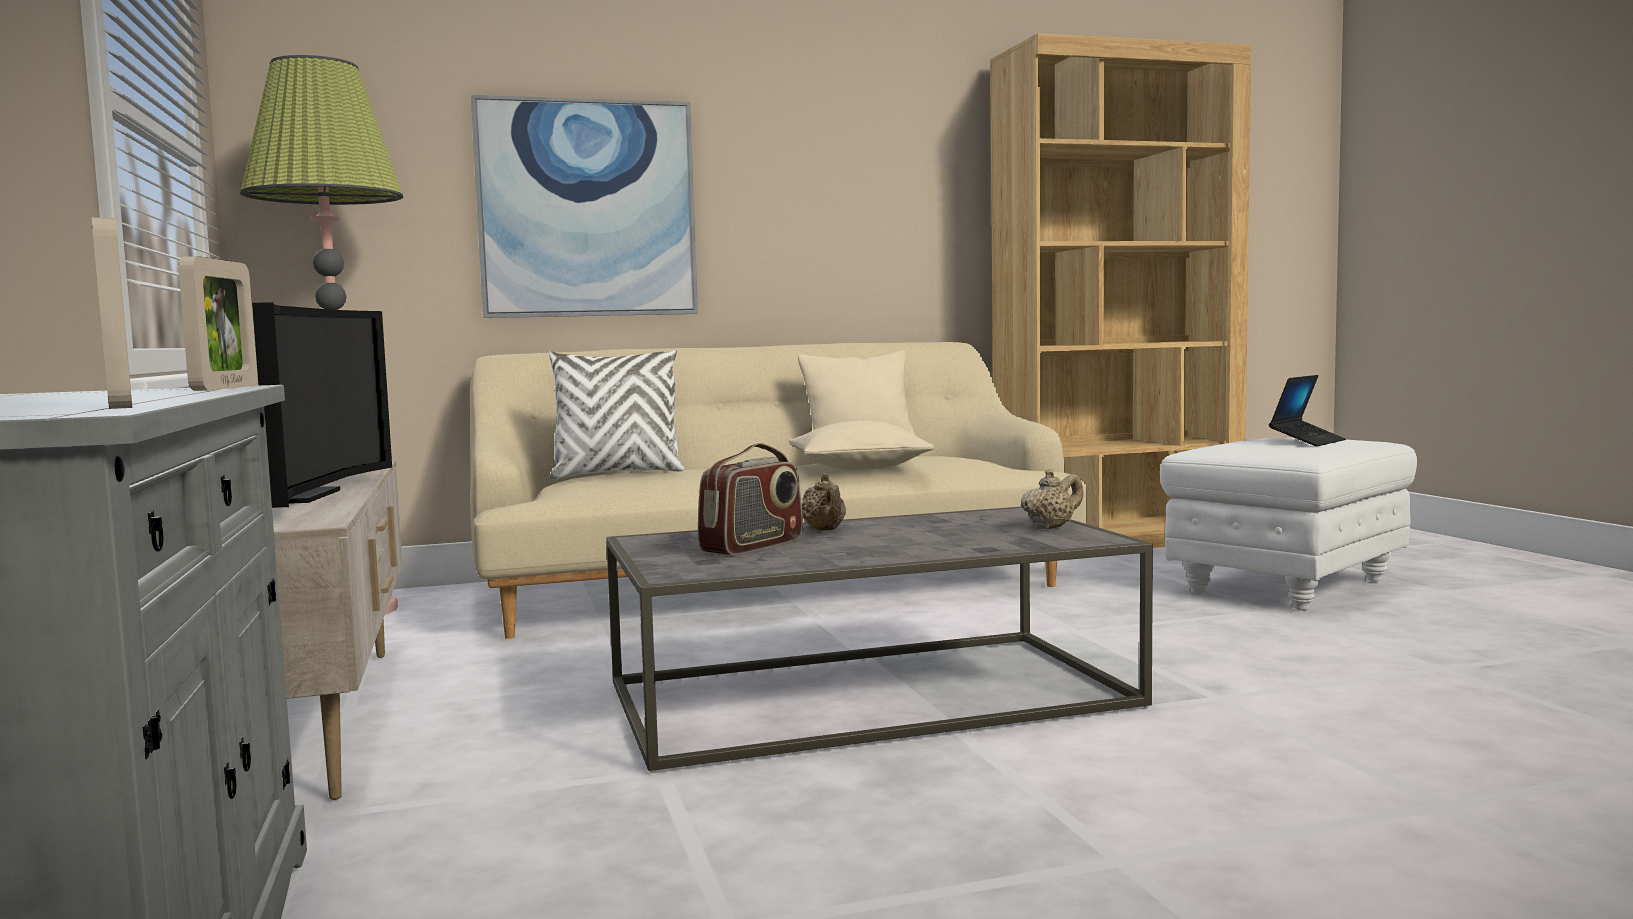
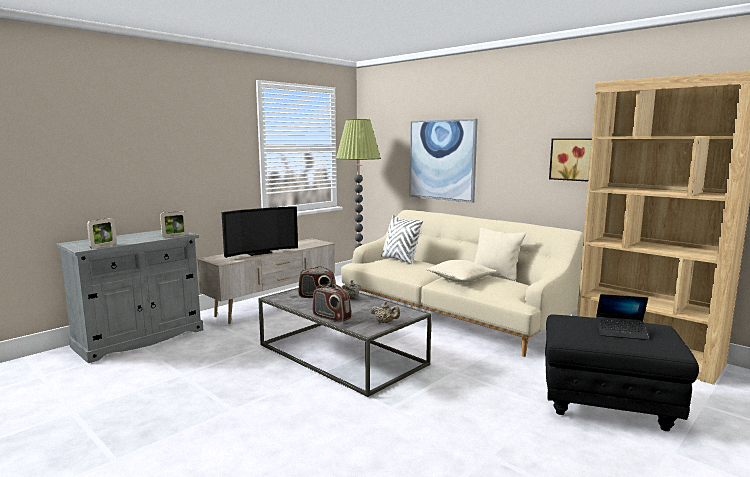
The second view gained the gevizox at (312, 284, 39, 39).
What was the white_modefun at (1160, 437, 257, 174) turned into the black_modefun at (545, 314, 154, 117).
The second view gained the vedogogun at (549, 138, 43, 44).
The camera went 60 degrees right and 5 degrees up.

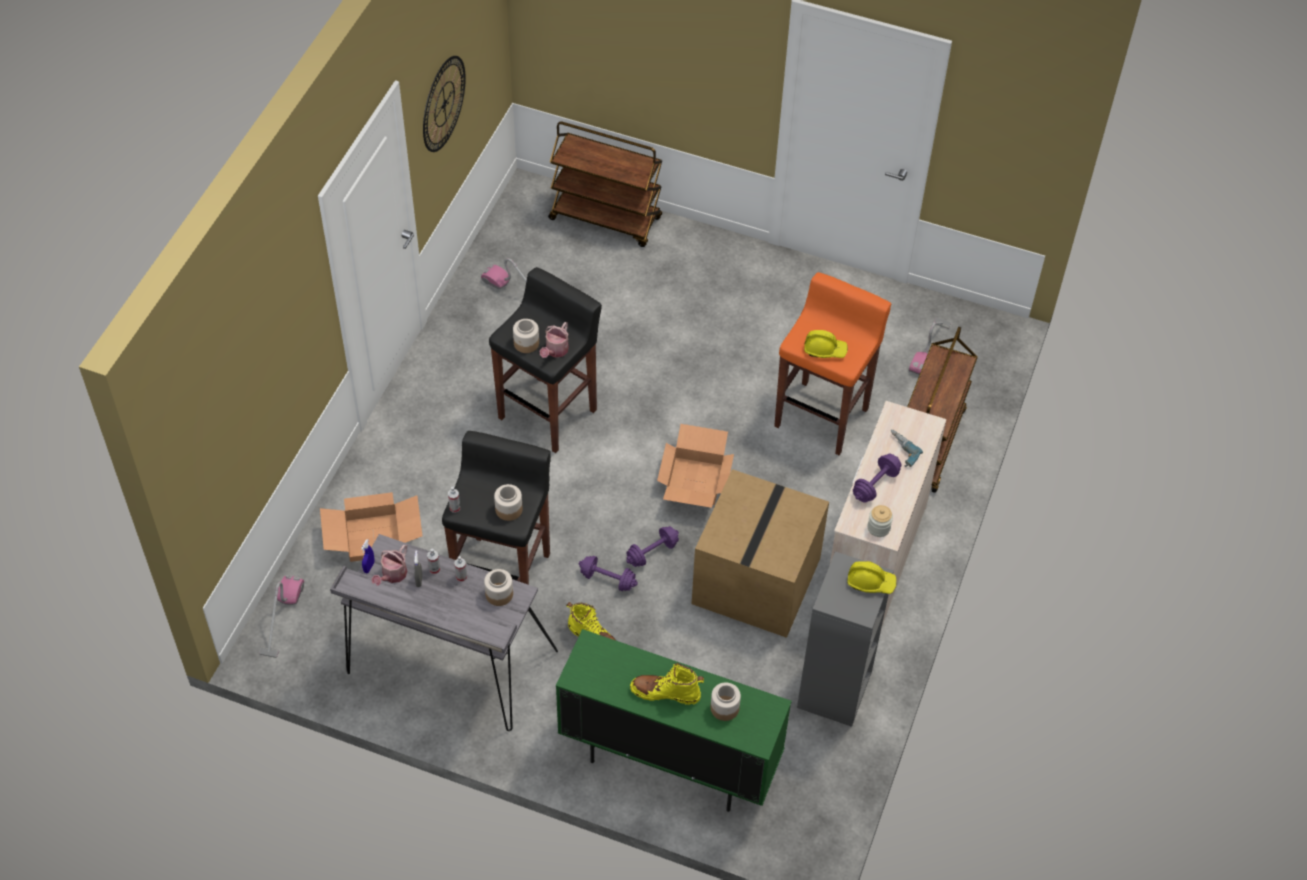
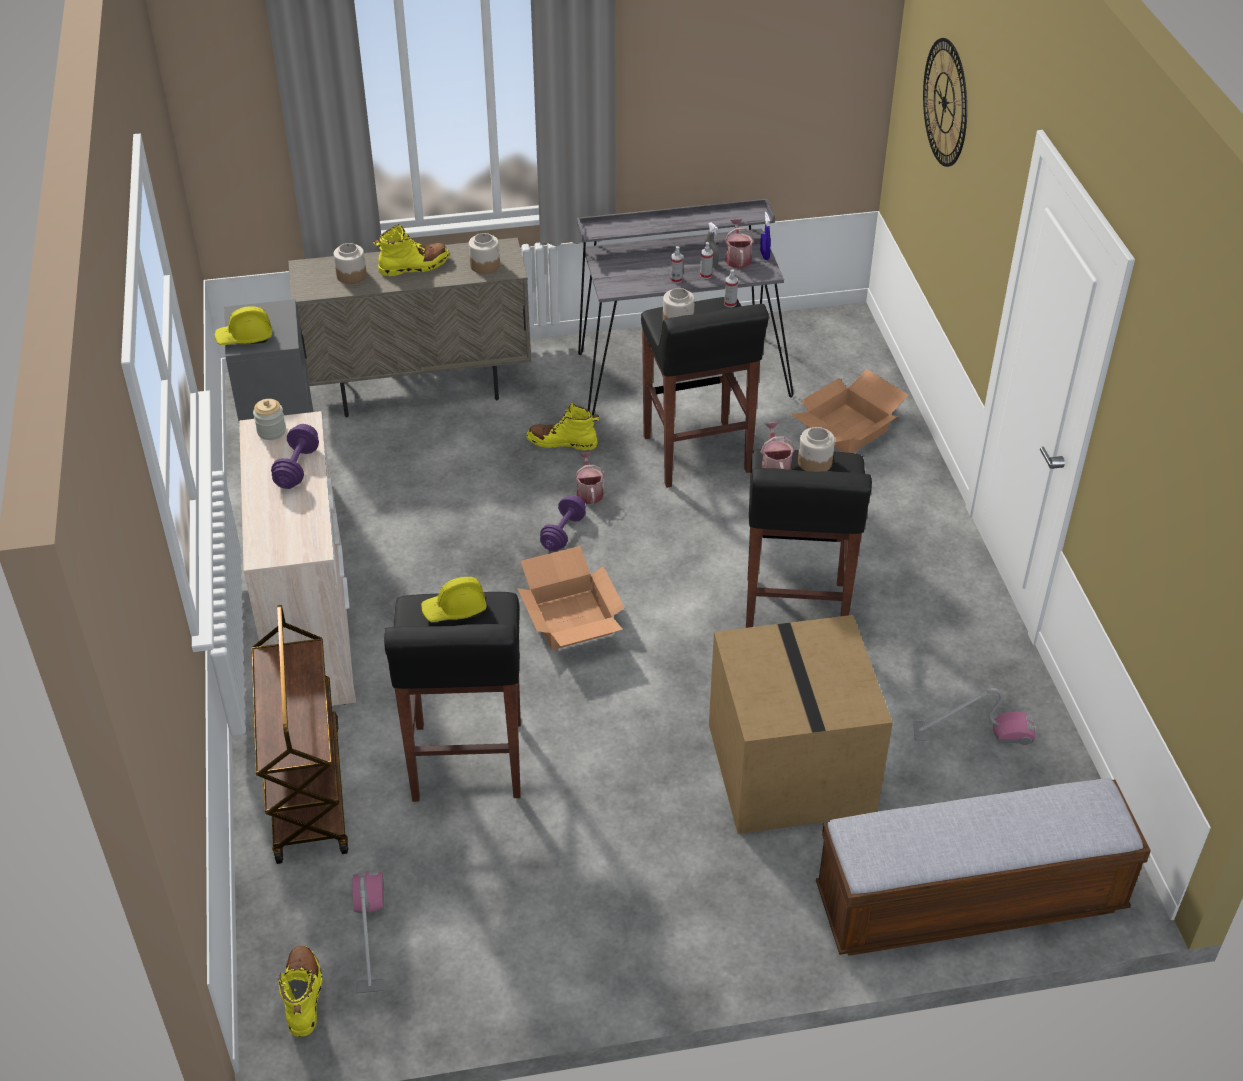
The second view gained the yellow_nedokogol at (278, 946, 45, 91).
What was the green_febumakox at (556, 629, 236, 183) turned into the beige_febumakox at (288, 238, 243, 180).
What was the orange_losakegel at (774, 272, 117, 183) turned into the black_losakegel at (384, 592, 137, 210).
The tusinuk ended up elsewhere, having gone from (484, 569, 29, 37) to (469, 233, 31, 41).
Where the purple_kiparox stood at (579, 556, 59, 35), the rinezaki came to stand at (575, 452, 30, 52).
The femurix ended up elsewhere, having gone from (692, 469, 137, 169) to (709, 615, 184, 219).
Where the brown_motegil stood at (548, 121, 114, 126), the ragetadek came to stand at (816, 778, 335, 178).
The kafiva ended up elsewhere, having gone from (423, 56, 43, 96) to (923, 38, 44, 129).
The second view lost the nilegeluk at (259, 575, 45, 83).
The second view lost the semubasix at (891, 430, 32, 37).
The camera went 150 degrees right and 10 degrees down.

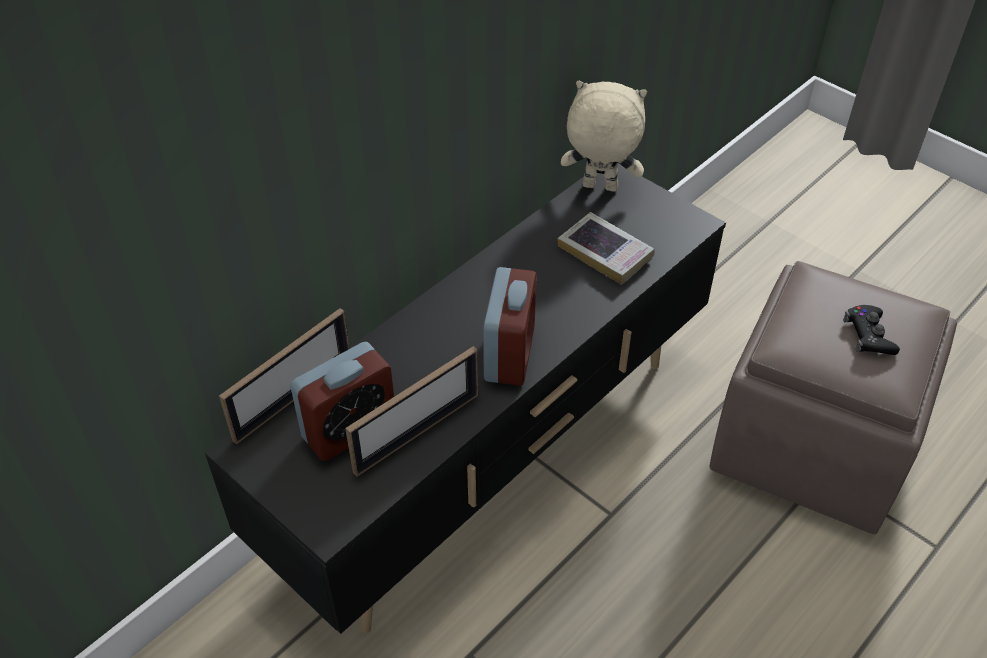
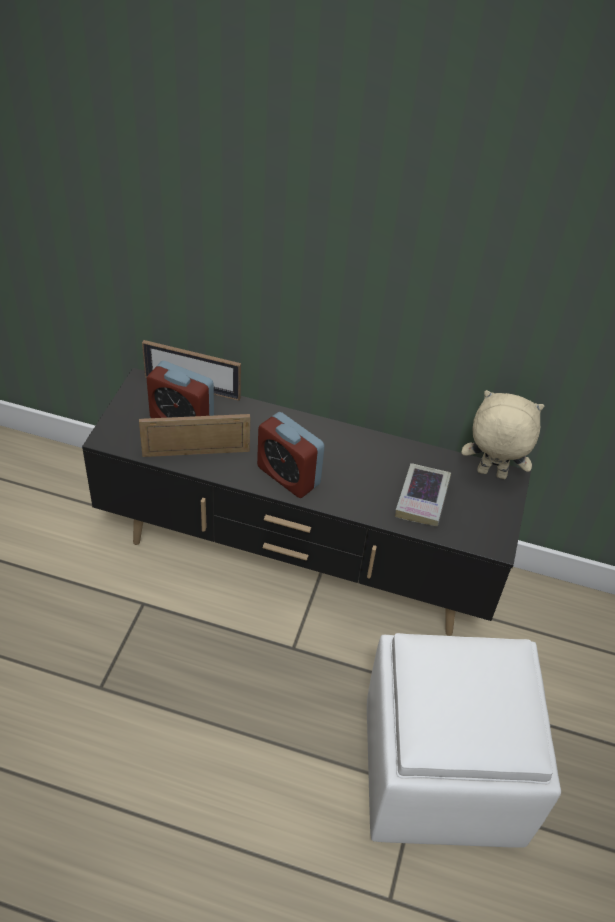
The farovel at (345, 346, 133, 131) ended up facing another way, 150 degrees clockwise from before.
The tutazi at (483, 267, 54, 119) ended up facing another way, 60 degrees clockwise from before.
What was the brown_modefun at (709, 261, 248, 273) turned into the white_modefun at (367, 633, 194, 215).
The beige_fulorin at (561, 81, 86, 111) ended up facing another way, 60 degrees counterclockwise from before.
The second view lost the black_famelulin at (843, 305, 57, 50).
The camera went 60 degrees right and 0 degrees up.

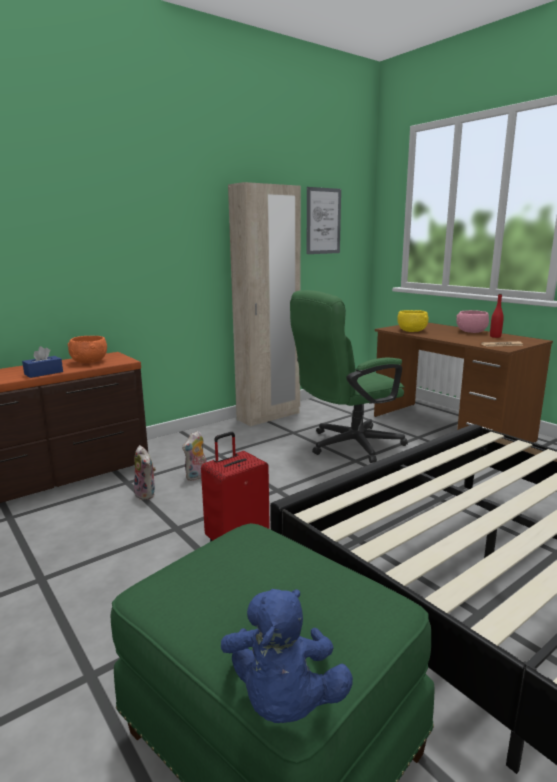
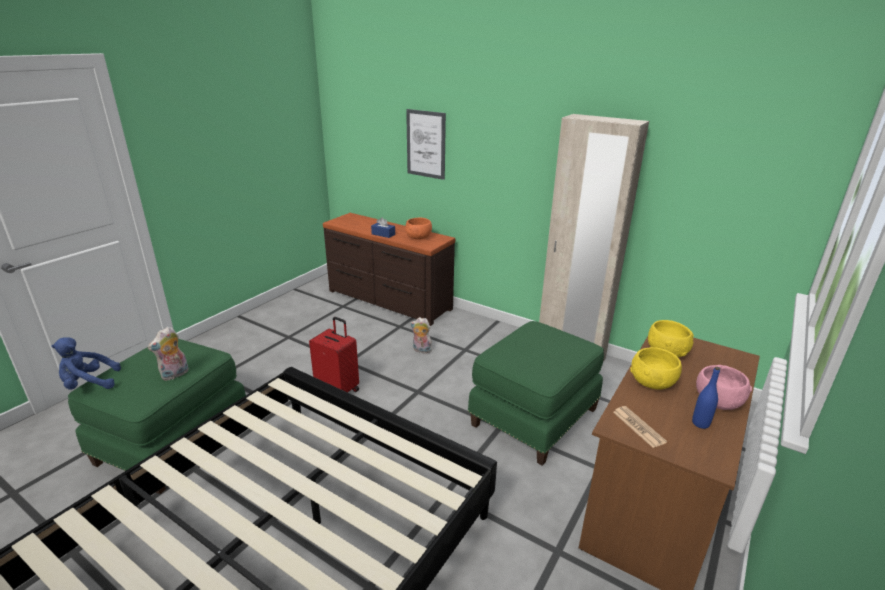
The fulorin ended up elsewhere, having gone from (134, 445, 22, 55) to (147, 327, 42, 54).
The vedogogun ended up elsewhere, having gone from (306, 187, 35, 67) to (406, 109, 40, 71).
Where the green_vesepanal stood at (290, 290, 118, 173), the green_modefun came to stand at (468, 321, 136, 145).
The second view gained the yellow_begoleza at (630, 347, 52, 43).
What was the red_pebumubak at (490, 294, 14, 44) turned into the blue_pebumubak at (692, 367, 28, 62).
The camera went 70 degrees right and 10 degrees up.

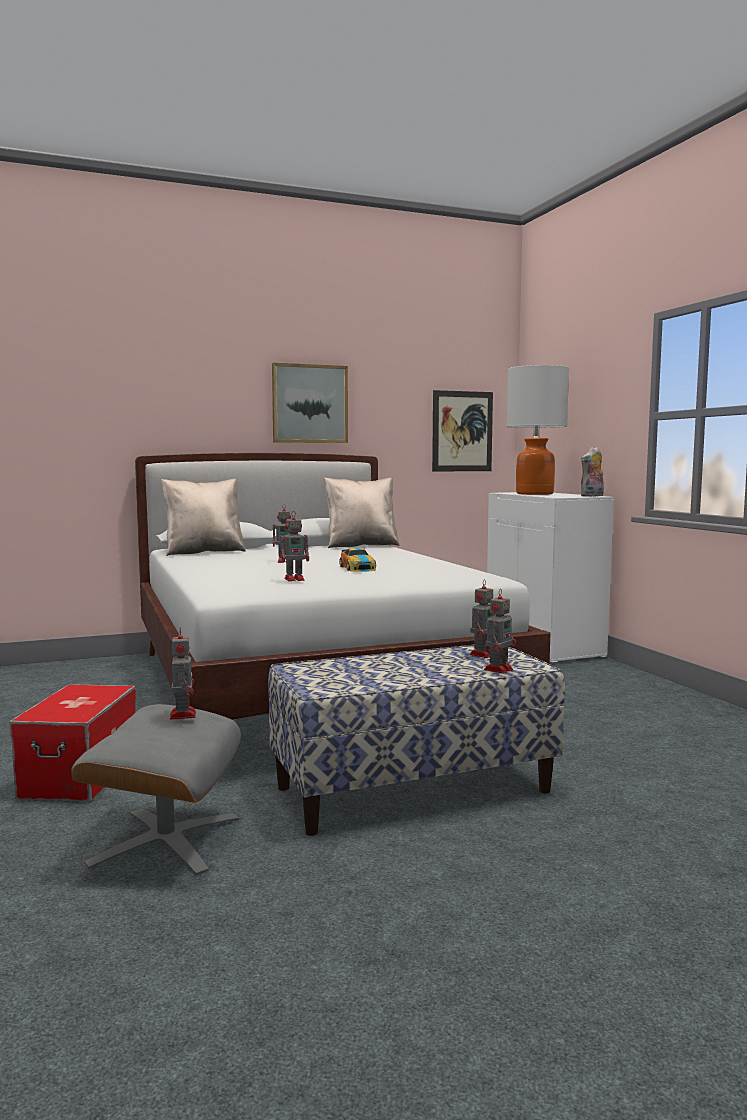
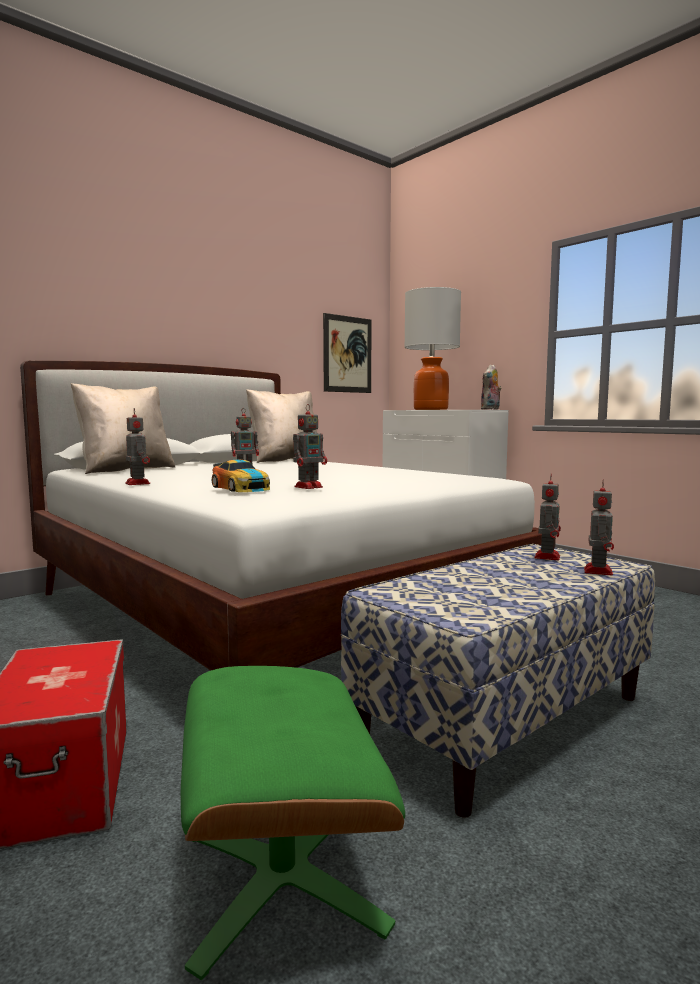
The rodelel ended up elsewhere, having gone from (170, 628, 26, 92) to (125, 408, 25, 77).
What was the grey_modefun at (71, 704, 170, 171) turned into the green_modefun at (181, 666, 224, 314).
The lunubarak ended up elsewhere, having gone from (339, 548, 37, 24) to (212, 460, 58, 32).
The second view lost the vedogogun at (272, 363, 76, 80).
The camera went 20 degrees left and 0 degrees up.

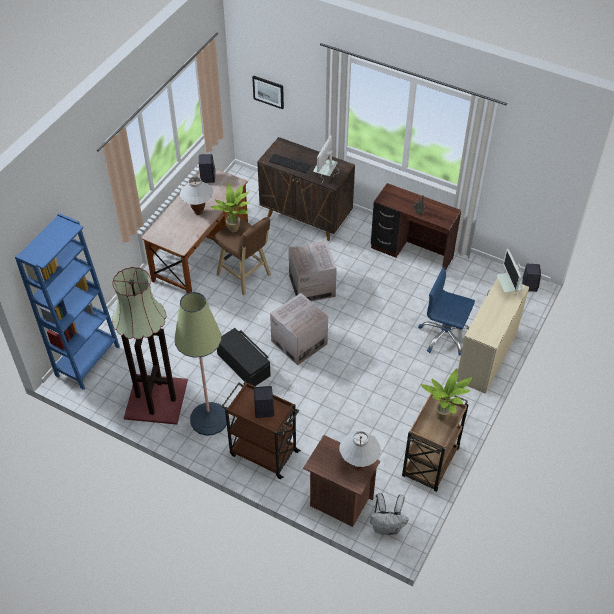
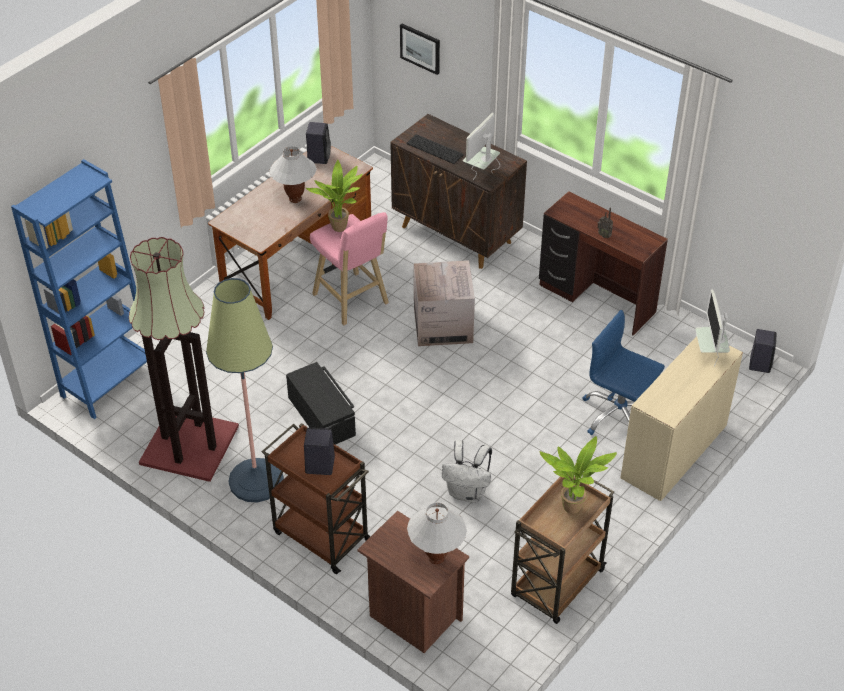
What was the brown_losakegel at (214, 217, 57, 78) turned into the pink_losakegel at (310, 212, 79, 113).
The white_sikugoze ended up elsewhere, having gone from (370, 493, 39, 42) to (442, 440, 50, 63).
The second view lost the femurix at (270, 293, 58, 73).
The camera went 10 degrees right and 5 degrees down.

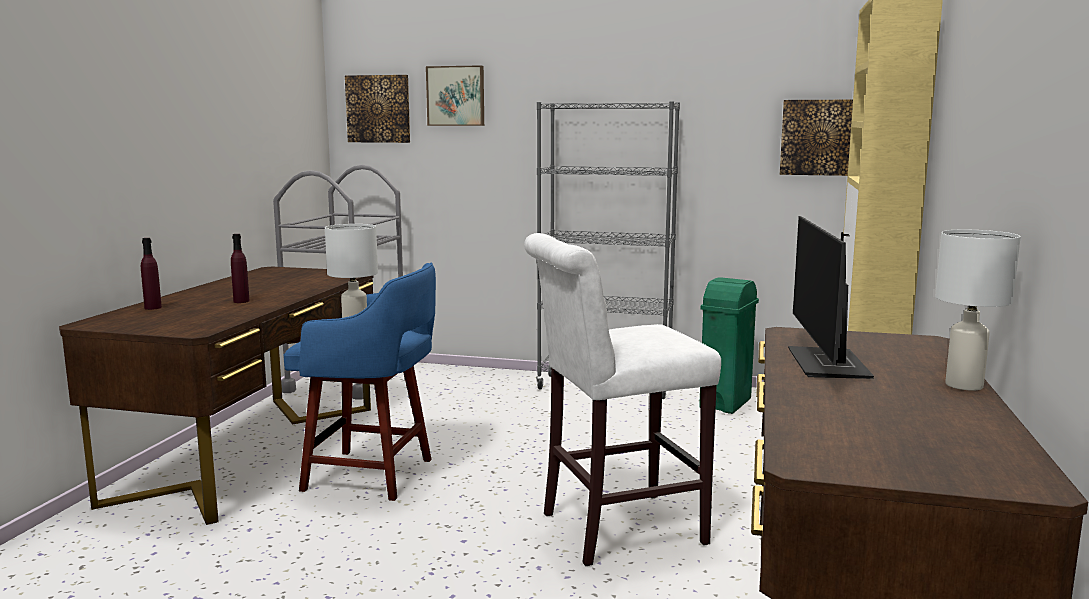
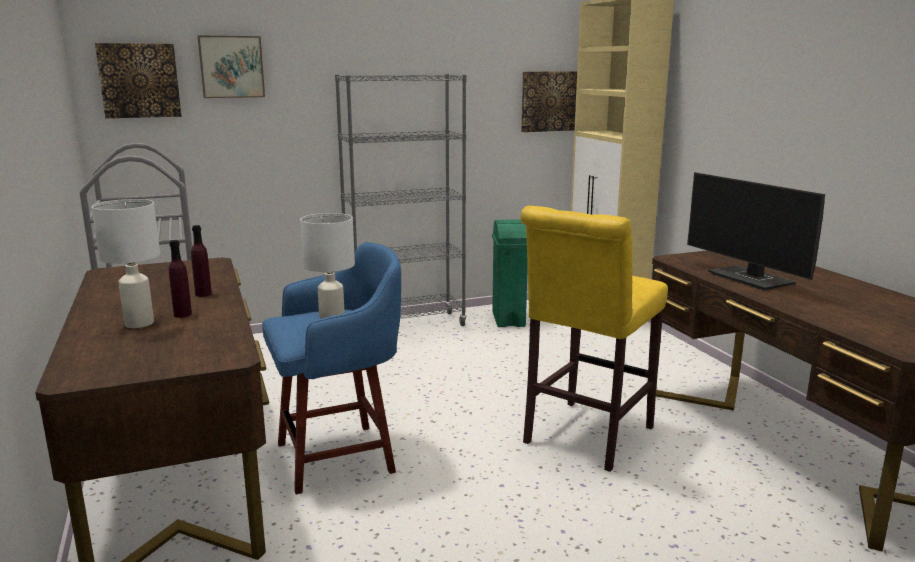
The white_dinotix ended up elsewhere, having gone from (935, 230, 86, 161) to (92, 199, 68, 129).
The purple_pebumubak ended up elsewhere, having gone from (141, 238, 21, 72) to (191, 225, 21, 72).
What was the white_losakegel at (524, 233, 197, 333) turned into the yellow_losakegel at (521, 206, 147, 266).
The camera went 35 degrees left and 5 degrees up.

